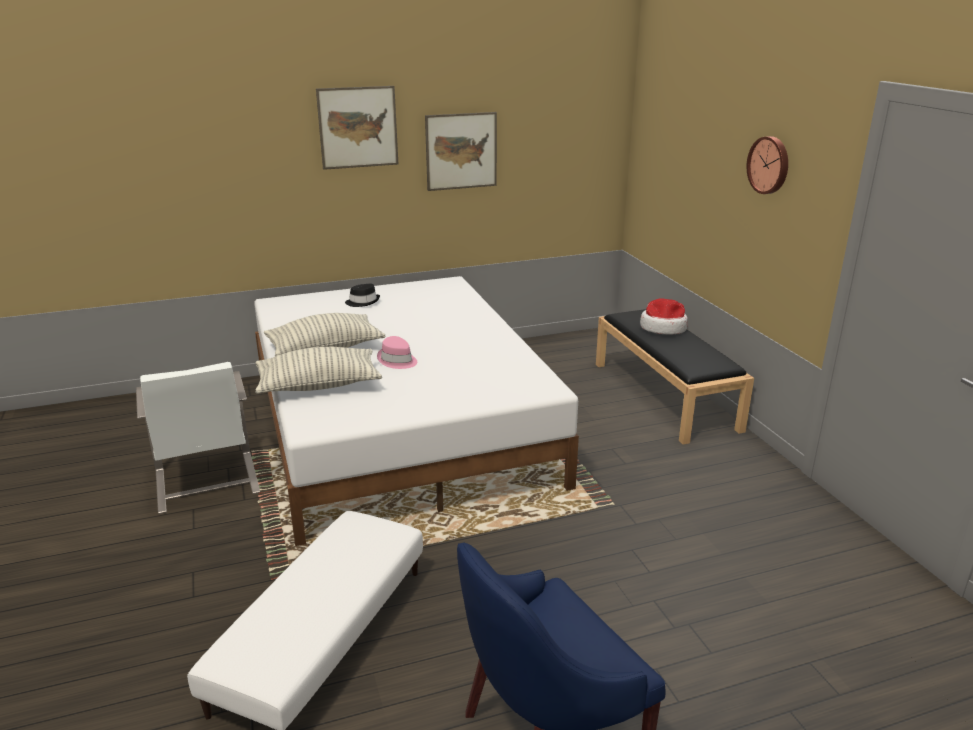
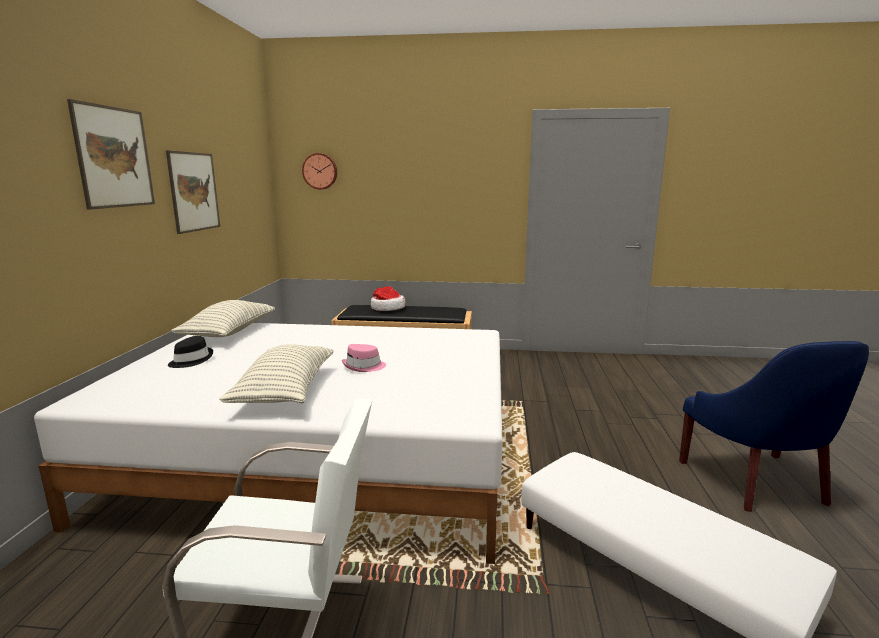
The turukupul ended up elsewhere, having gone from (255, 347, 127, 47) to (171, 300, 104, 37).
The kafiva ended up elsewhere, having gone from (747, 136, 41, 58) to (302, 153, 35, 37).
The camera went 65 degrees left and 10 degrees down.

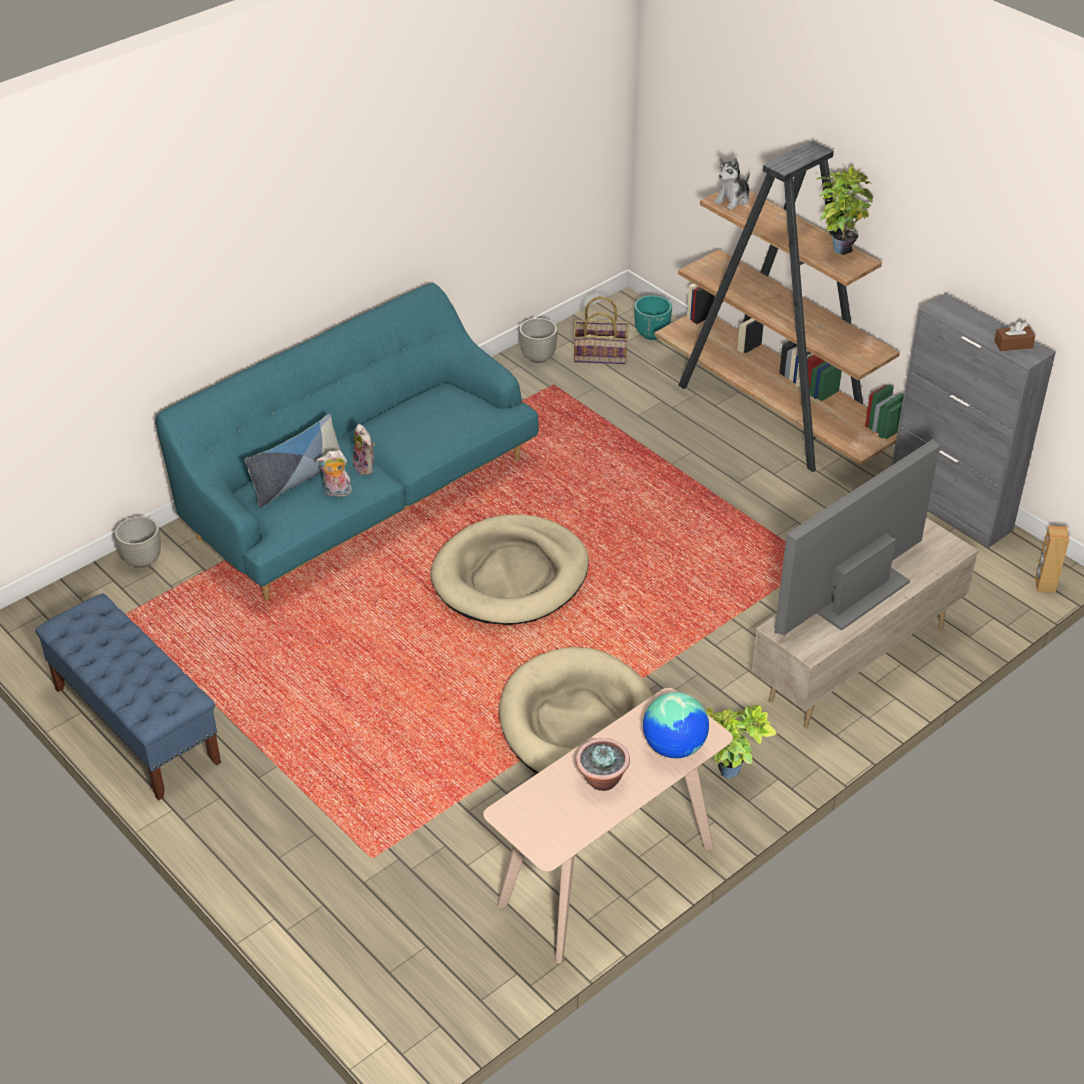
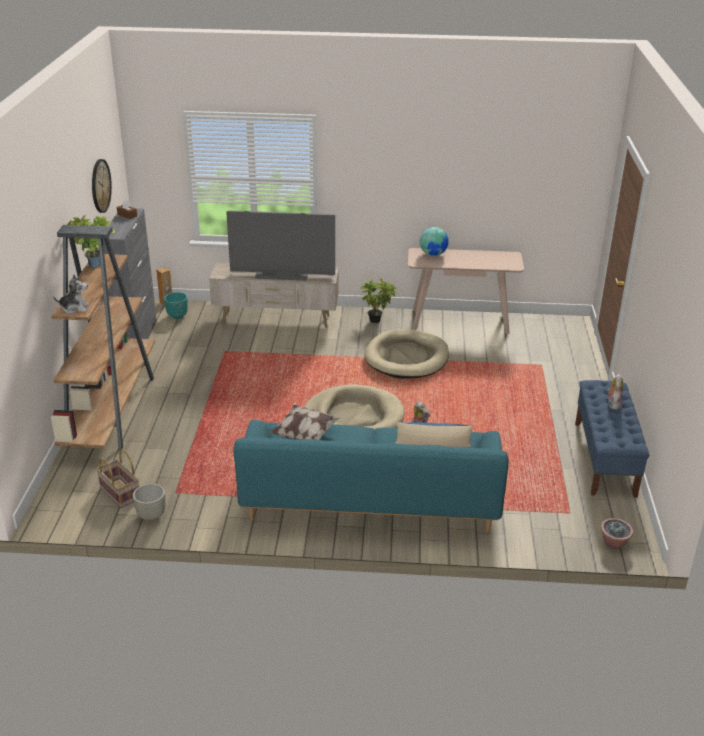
The second view gained the kafiva at (92, 159, 20, 54).
The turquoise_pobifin ended up elsewhere, having gone from (634, 295, 38, 45) to (164, 292, 24, 27).
The second view gained the turukupul at (269, 405, 71, 35).
The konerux ended up elsewhere, having gone from (576, 738, 54, 53) to (601, 518, 32, 31).
The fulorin ended up elsewhere, having gone from (353, 424, 22, 51) to (607, 374, 16, 36).
The second view lost the grey_pobifin at (115, 516, 46, 51).
The camera went 135 degrees left and 10 degrees down.

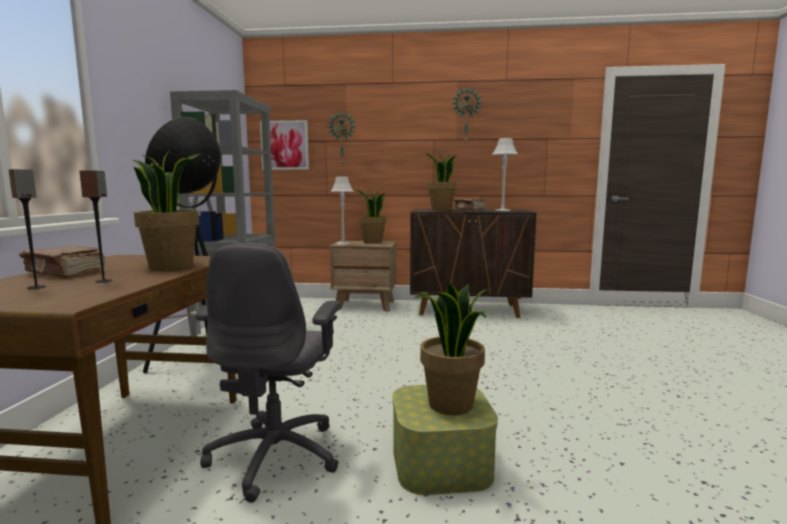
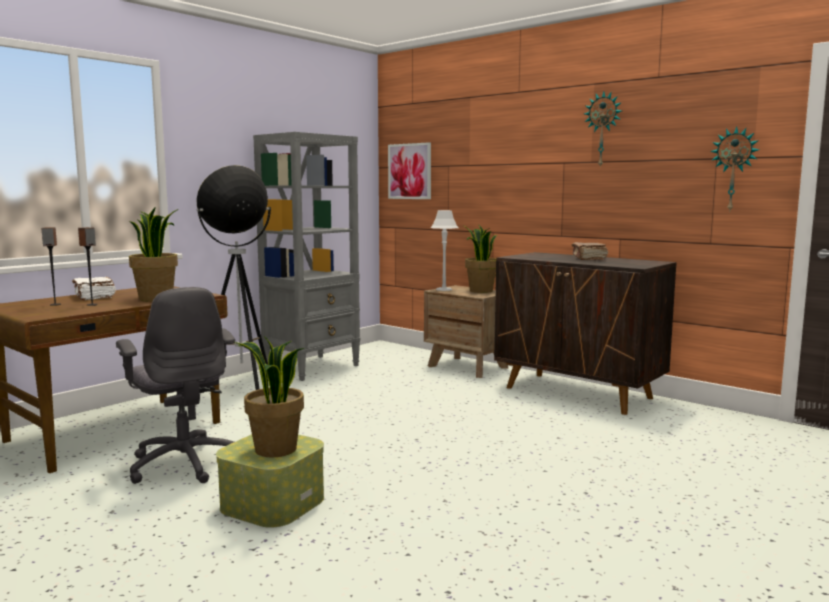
What was the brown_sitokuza at (19, 246, 87, 32) turned into the white_sitokuza at (72, 277, 44, 23).
The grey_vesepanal at (195, 243, 146, 260) ended up facing another way, 75 degrees counterclockwise from before.
The kafiva ended up elsewhere, having gone from (328, 111, 28, 55) to (710, 126, 50, 84).
The second view lost the konerux at (425, 152, 32, 59).
The second view lost the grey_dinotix at (492, 138, 26, 73).
The camera went 35 degrees right and 0 degrees up.

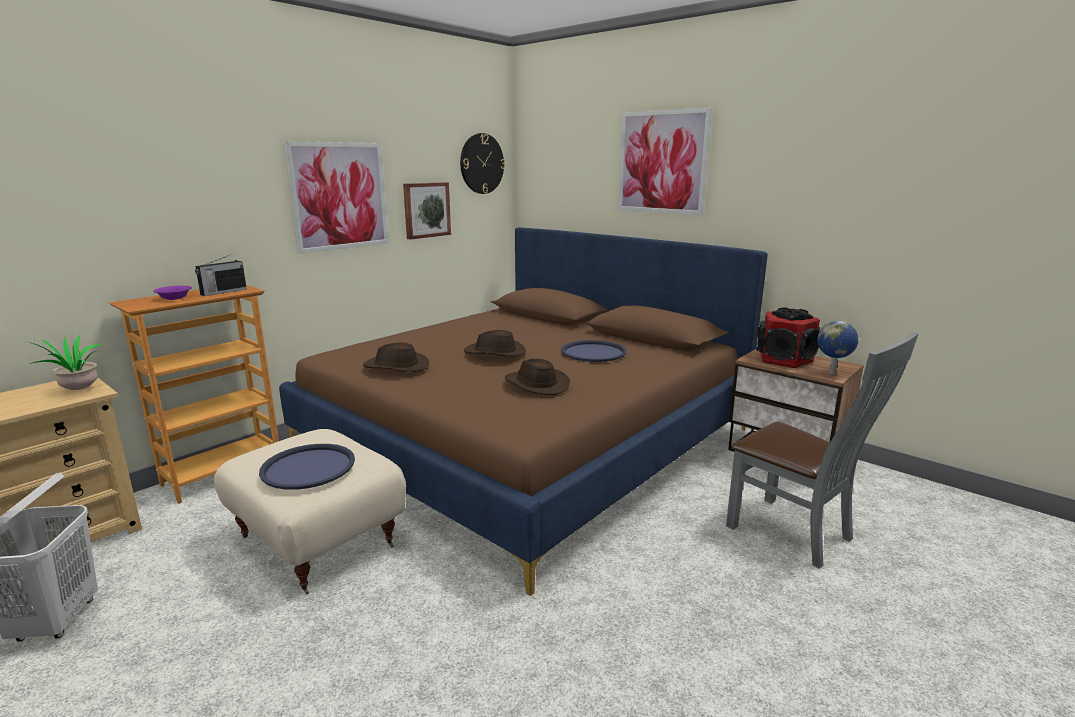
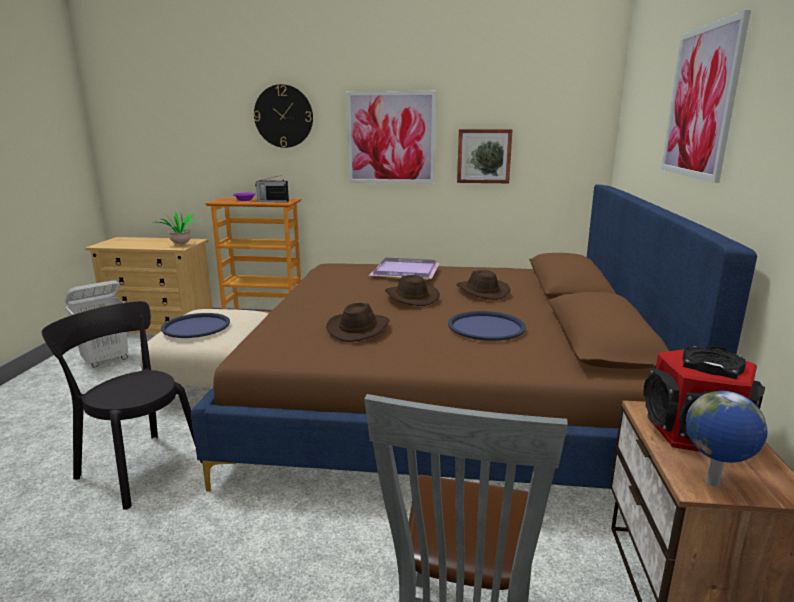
The second view gained the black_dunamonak at (42, 301, 160, 209).
The kafiva ended up elsewhere, having gone from (460, 133, 45, 61) to (254, 84, 59, 64).
The second view gained the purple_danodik at (369, 257, 71, 23).
The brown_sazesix ended up elsewhere, having gone from (362, 342, 67, 30) to (456, 270, 54, 30).
The camera went 55 degrees right and 0 degrees up.

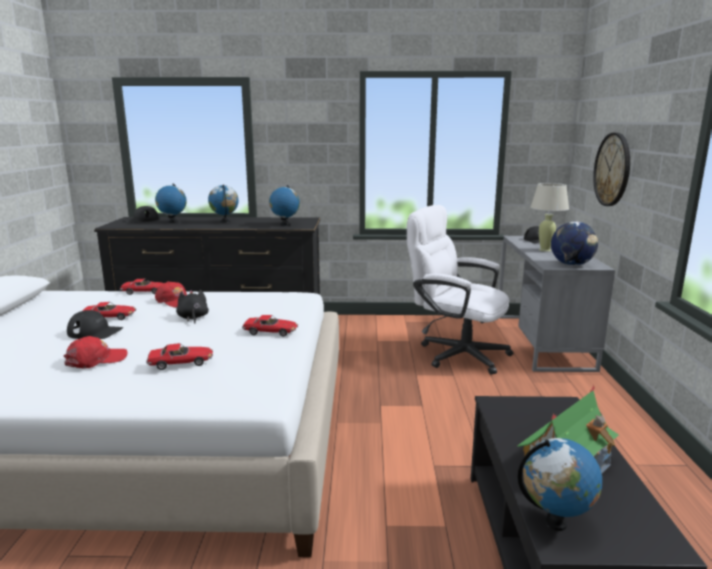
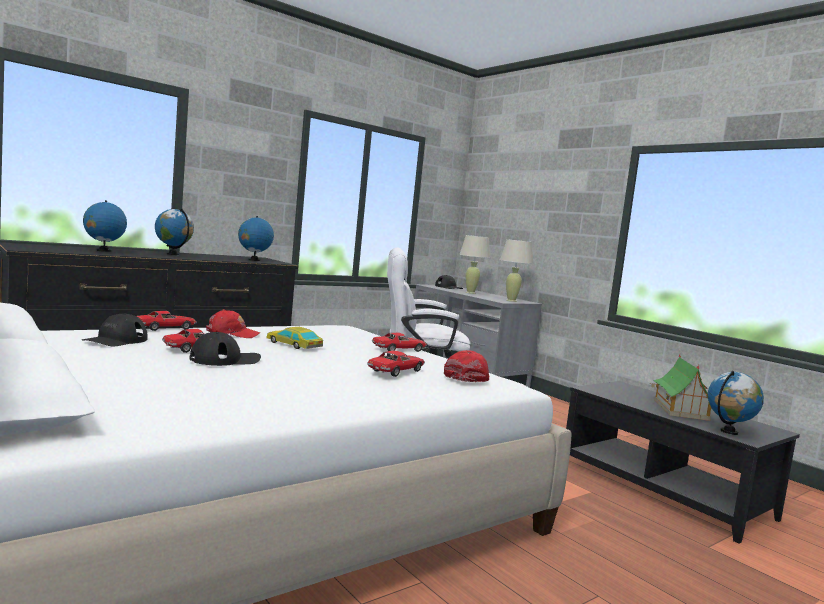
The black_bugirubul ended up elsewhere, having gone from (122, 206, 37, 17) to (82, 314, 66, 33).
Where the black_fulorin stood at (176, 289, 33, 35), the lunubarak came to stand at (266, 327, 57, 22).
The red_bugirubul ended up elsewhere, having gone from (64, 336, 64, 33) to (444, 350, 45, 32).
Where the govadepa stood at (551, 221, 47, 45), the beige_dinotix came to stand at (500, 239, 33, 63).
The second view lost the kafiva at (593, 133, 37, 73).
The camera went 40 degrees left and 10 degrees down.

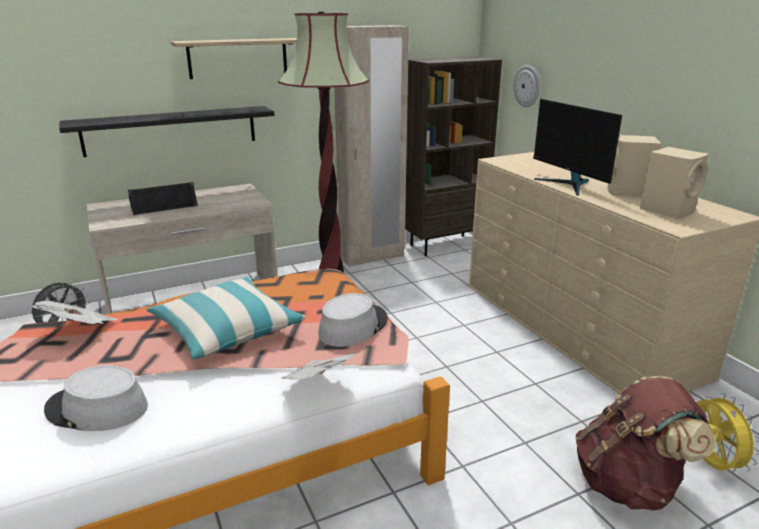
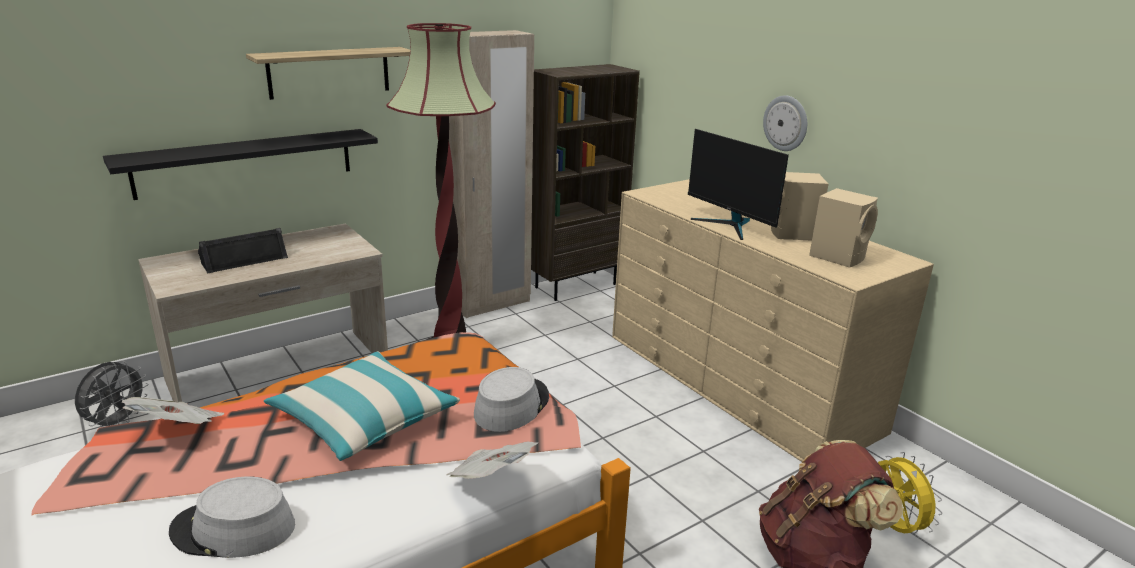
The kafiva ended up elsewhere, having gone from (513, 65, 27, 42) to (763, 95, 44, 56).
The camera went 10 degrees left and 0 degrees up.

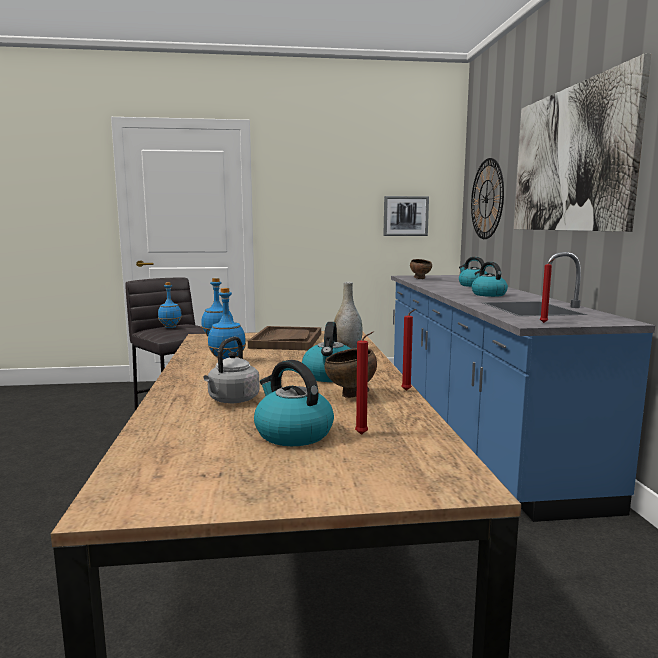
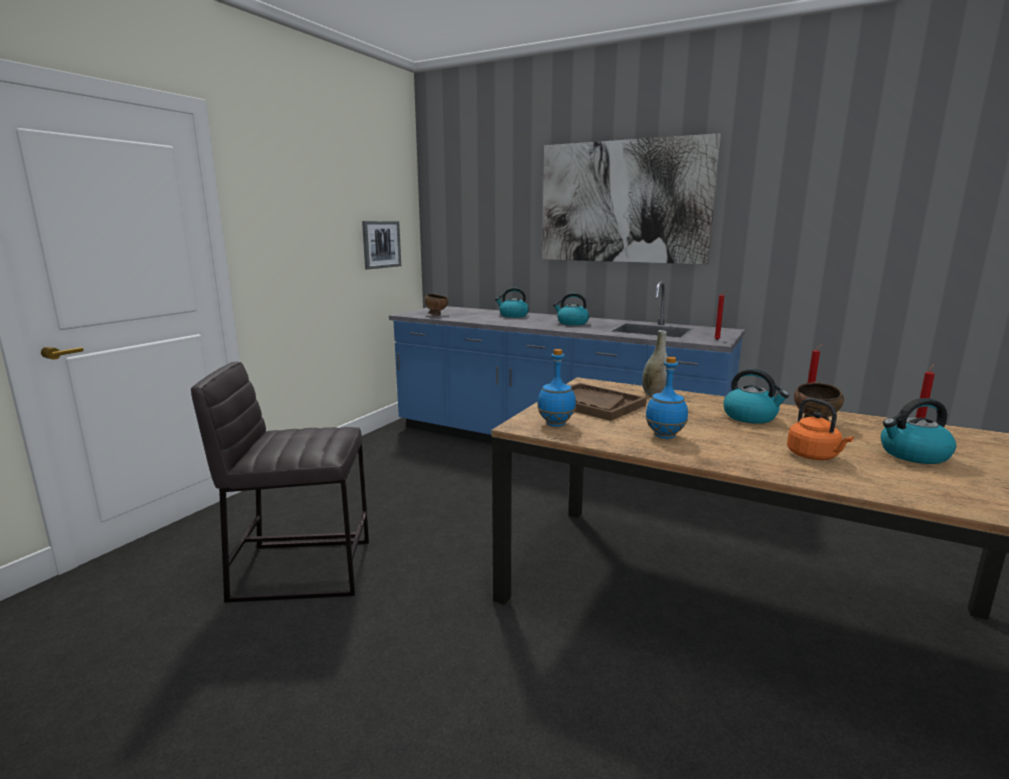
What was the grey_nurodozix at (203, 337, 57, 66) turned into the orange_nurodozix at (787, 398, 67, 62).
The second view lost the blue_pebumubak at (158, 282, 24, 46).
The second view lost the kafiva at (471, 158, 33, 81).
The camera went 55 degrees left and 5 degrees up.

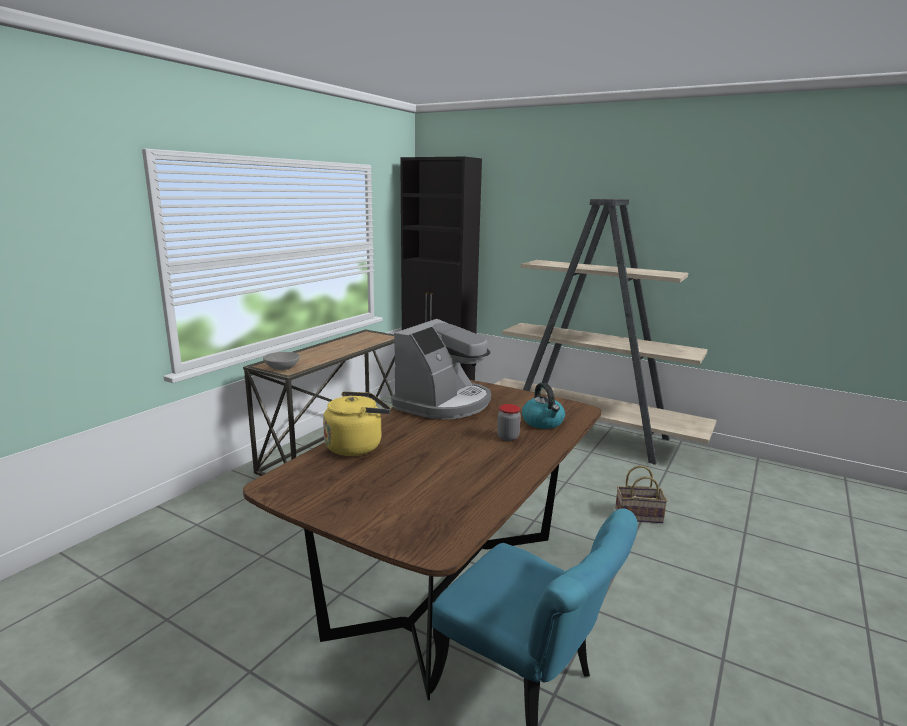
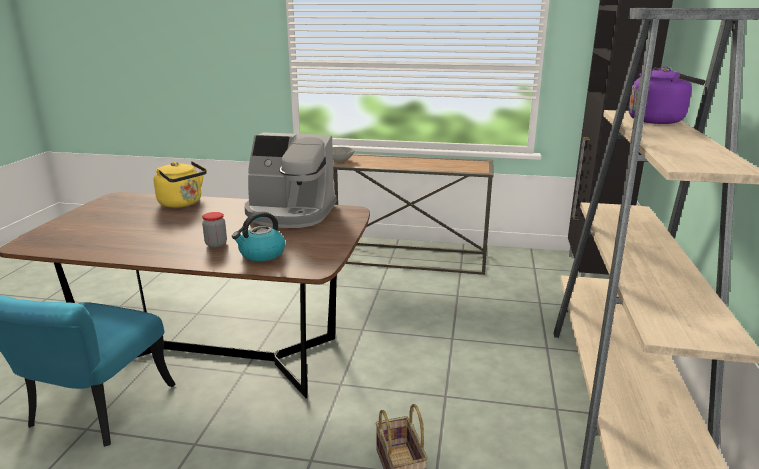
The second view gained the purple_nurodozix at (628, 67, 78, 57).
The camera went 70 degrees right and 5 degrees up.

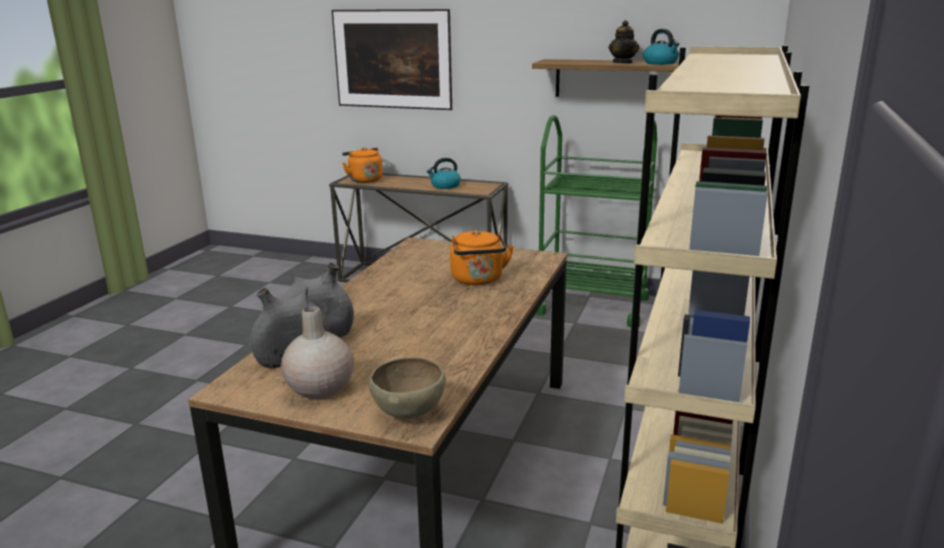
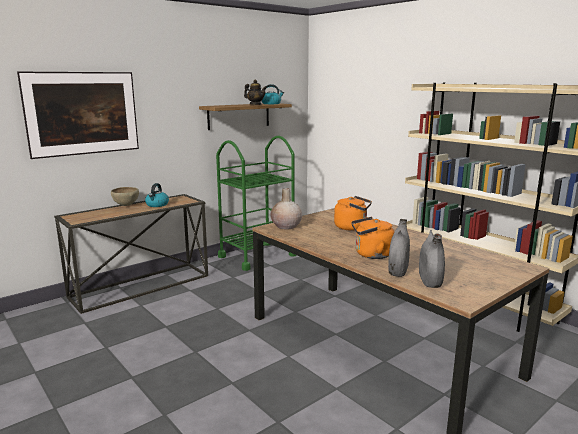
The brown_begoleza ended up elsewhere, having gone from (369, 357, 77, 62) to (111, 187, 28, 19).
The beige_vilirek ended up elsewhere, having gone from (281, 306, 73, 93) to (270, 188, 32, 42).
The orange_nurodozix ended up elsewhere, having gone from (342, 147, 41, 36) to (351, 217, 44, 42).
The camera went 60 degrees left and 5 degrees down.

